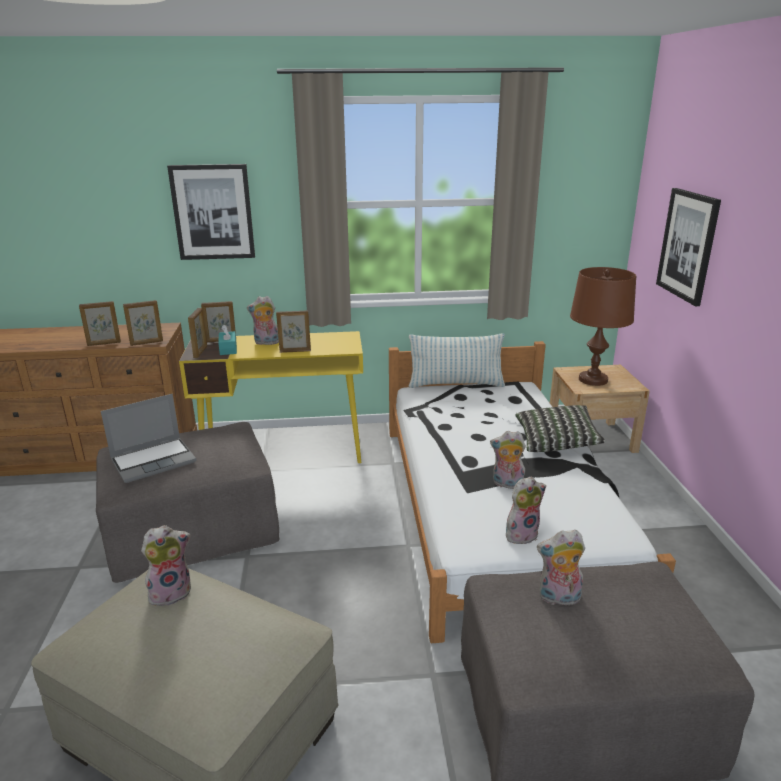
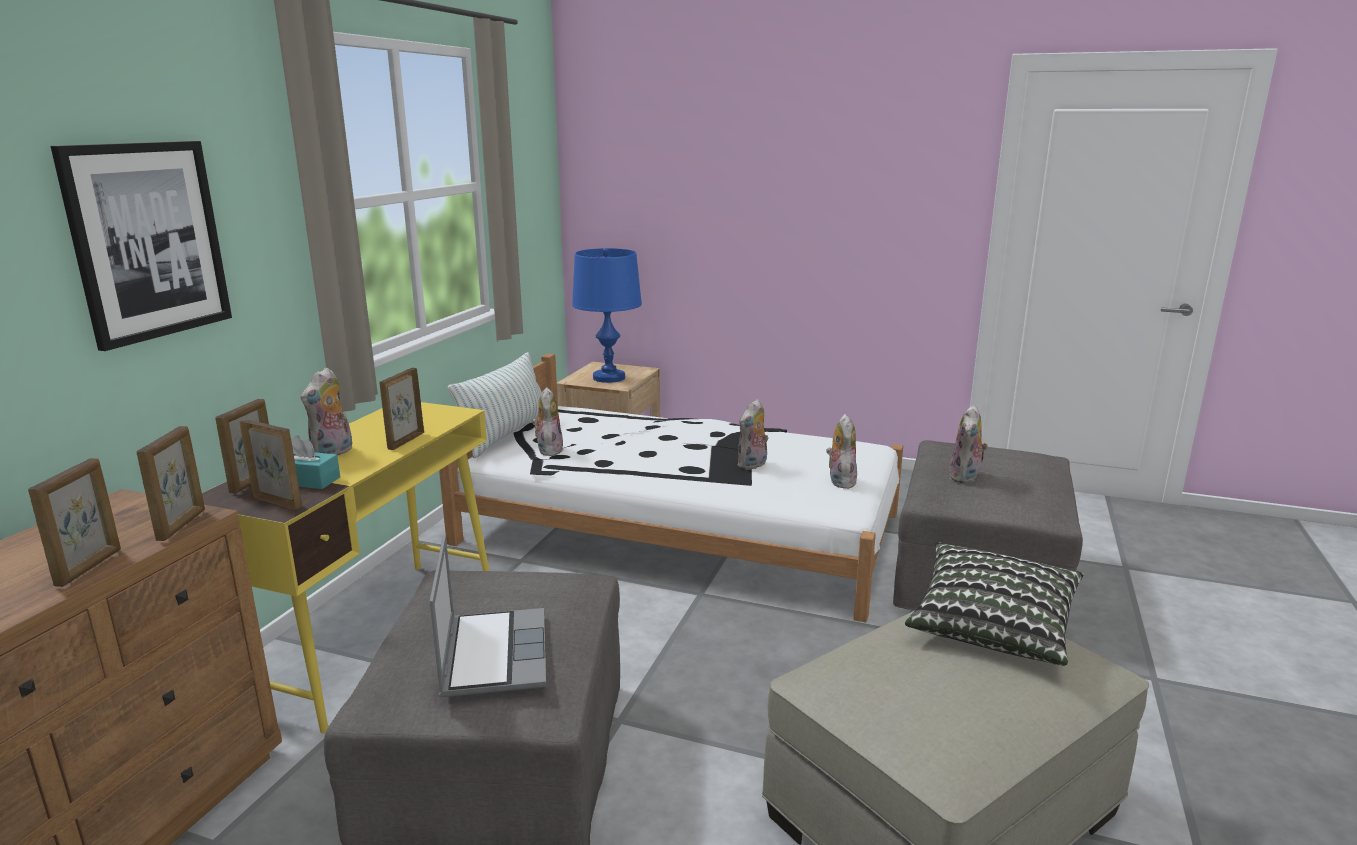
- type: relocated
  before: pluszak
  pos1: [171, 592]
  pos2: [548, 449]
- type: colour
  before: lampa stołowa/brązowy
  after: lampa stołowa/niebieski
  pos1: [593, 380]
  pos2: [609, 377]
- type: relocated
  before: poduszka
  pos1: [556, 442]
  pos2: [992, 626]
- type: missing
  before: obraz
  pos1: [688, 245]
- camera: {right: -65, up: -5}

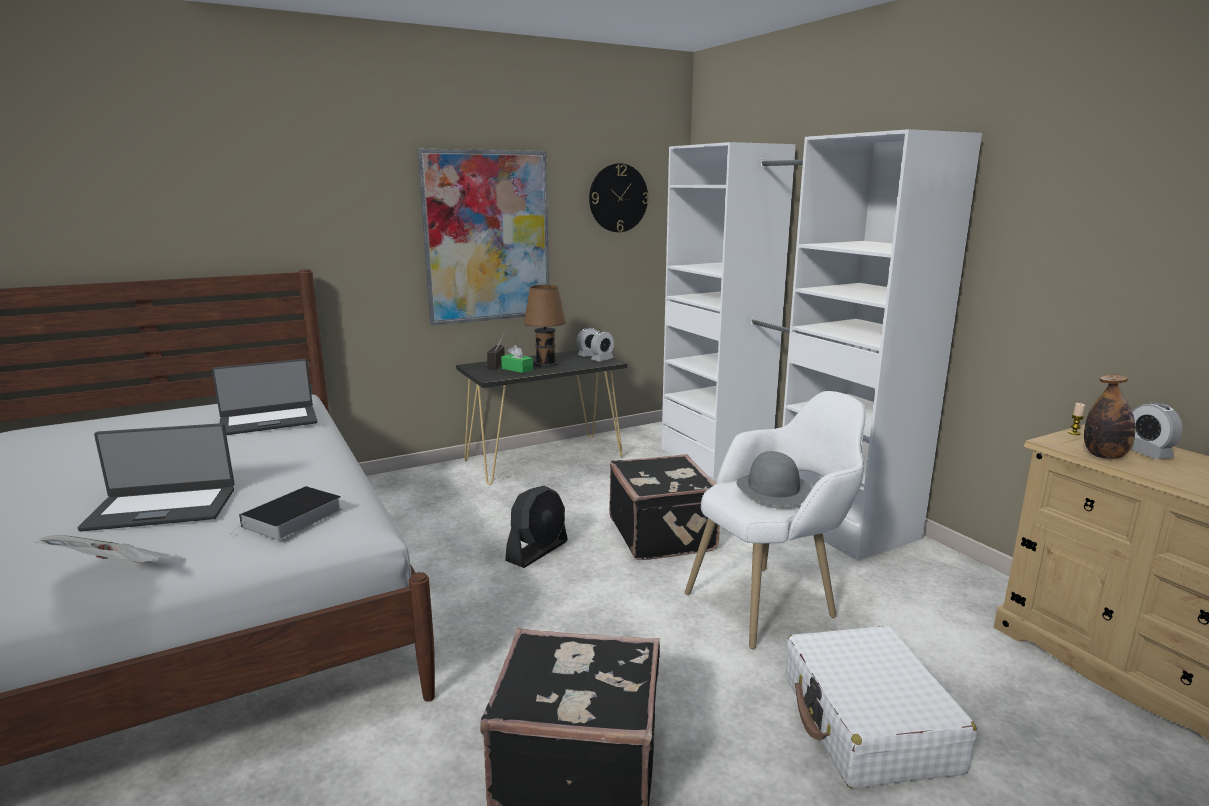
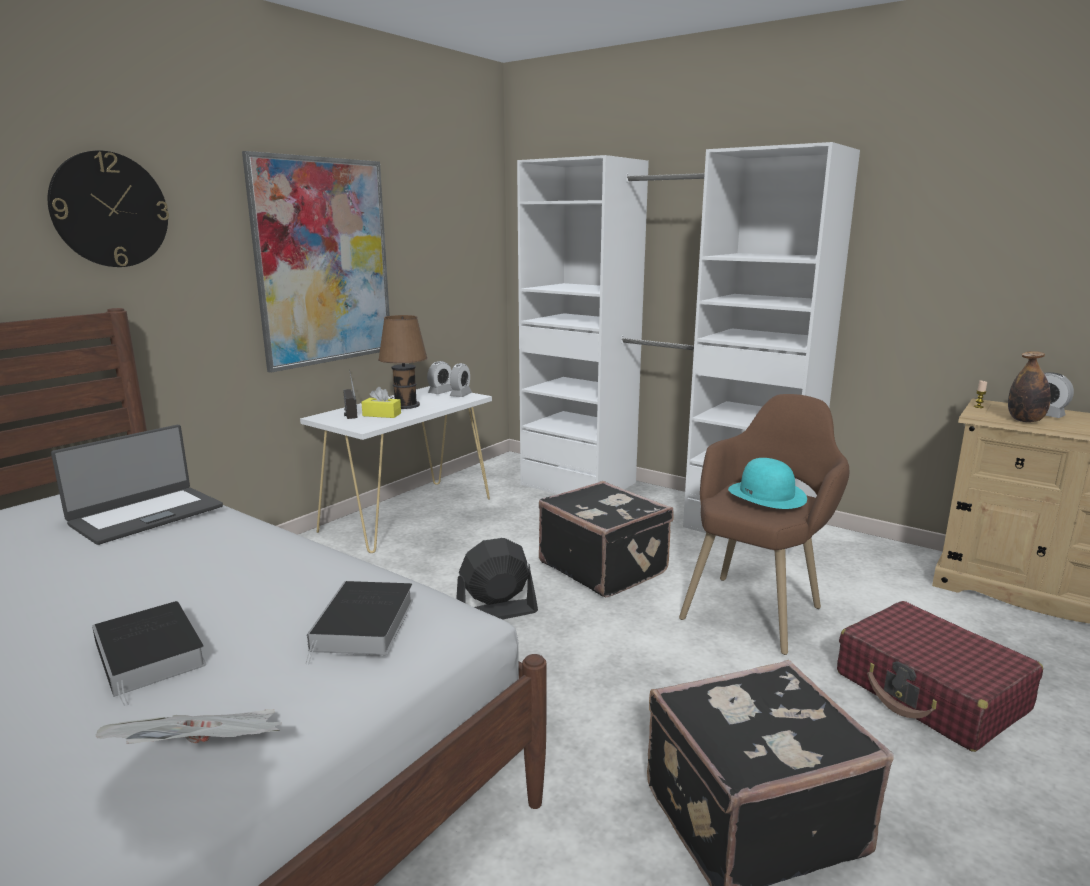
- type: relocated
  before: zegar ścienny
  pos1: [618, 198]
  pos2: [110, 210]
- type: exchanged
  before: laptop
  after: książka
  pos1: [162, 508]
  pos2: [151, 655]
- type: colour
  before: stolik konsolowy/czarny
  after: stolik konsolowy/biały
  pos1: [545, 459]
  pos2: [408, 514]
- type: colour
  before: pudełko chusteczek/zielony
  after: pudełko chusteczek/żółty
  pos1: [517, 369]
  pos2: [382, 414]
- type: spun
  before: wentylator/czarny
  pos1: [537, 551]
  pos2: [496, 612]
  turn: -120
- type: colour
  before: fotel/biały
  after: fotel/brązowy
  pos1: [773, 600]
  pos2: [757, 605]
- type: colour
  before: kapelusz/szary
  after: kapelusz/turkusowy
  pos1: [773, 489]
  pos2: [767, 494]
- type: colour
  before: walizka/biały
  after: walizka/czerwony
  pos1: [868, 723]
  pos2: [930, 692]
- camera: {right: -25, up: 0}

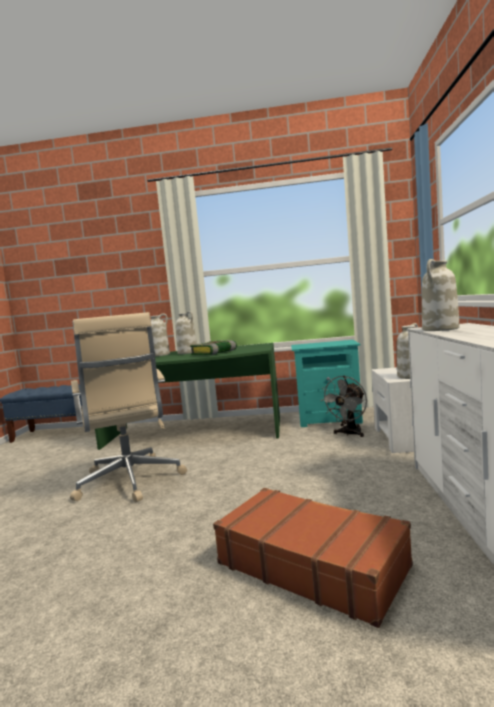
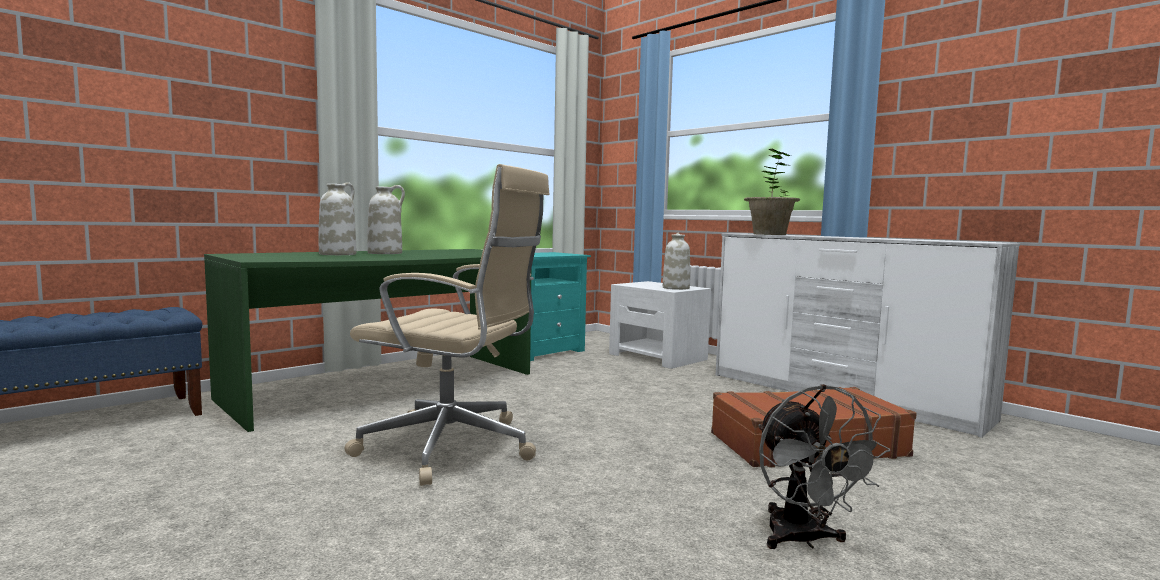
- type: exchanged
  before: wazon/biały
  after: roślina doniczkowa
  pos1: [440, 329]
  pos2: [769, 234]
- type: relocated
  before: wentylator/szary
  pos1: [349, 434]
  pos2: [803, 540]
- type: missing
  before: książka
  pos1: [214, 353]
- camera: {right: -50, up: 0}

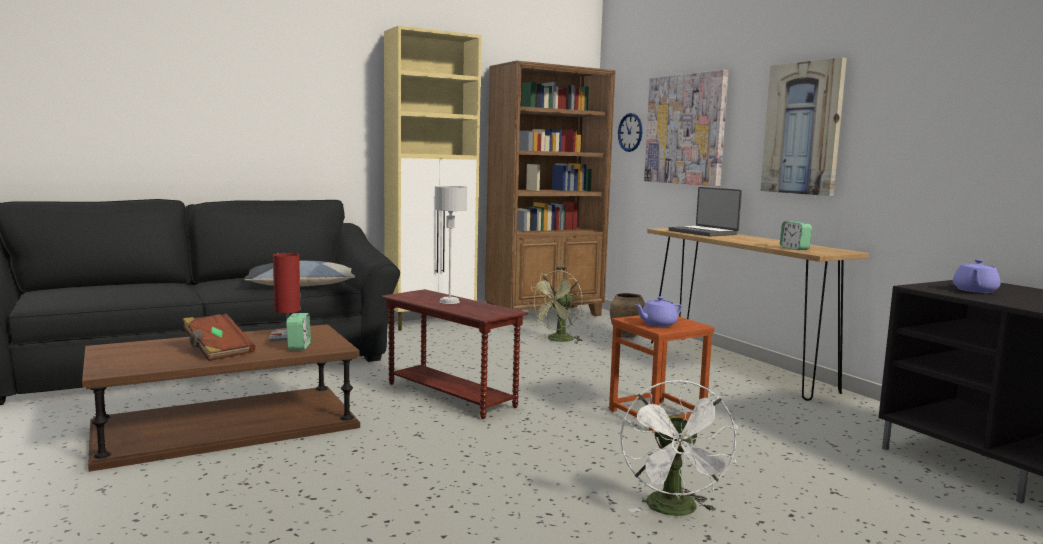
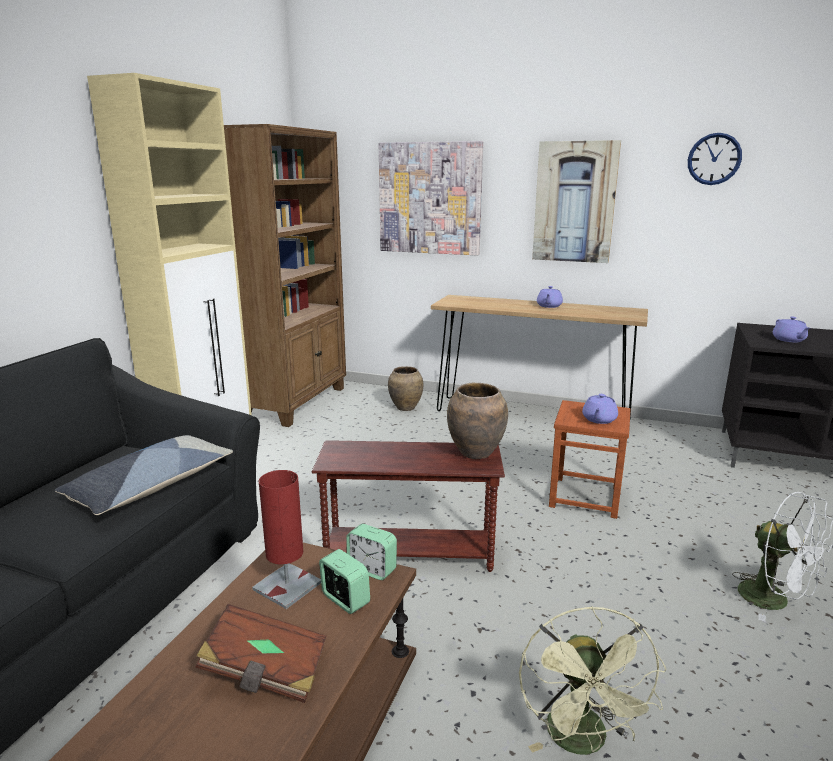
- type: relocated
  before: budzik
  pos1: [794, 248]
  pos2: [372, 569]
- type: appeared
  after: wazon/brązowy
  pos2: [476, 453]
- type: relocated
  before: wentylator/zielony
  pos1: [557, 340]
  pos2: [582, 742]
- type: appeared
  after: imbryk/fioletowy
  pos2: [549, 306]
- type: relocated
  before: zegar ścienny
  pos1: [630, 132]
  pos2: [714, 159]
- type: missing
  before: lampa stołowa/szary
  pos1: [449, 302]
- type: missing
  before: laptop
  pos1: [704, 232]
- camera: {right: -40, up: 10}

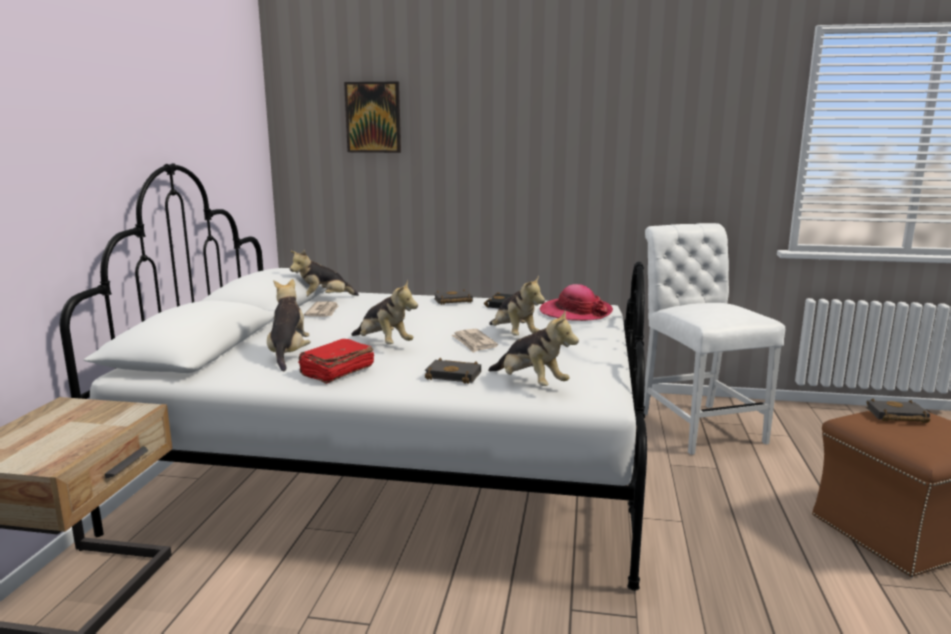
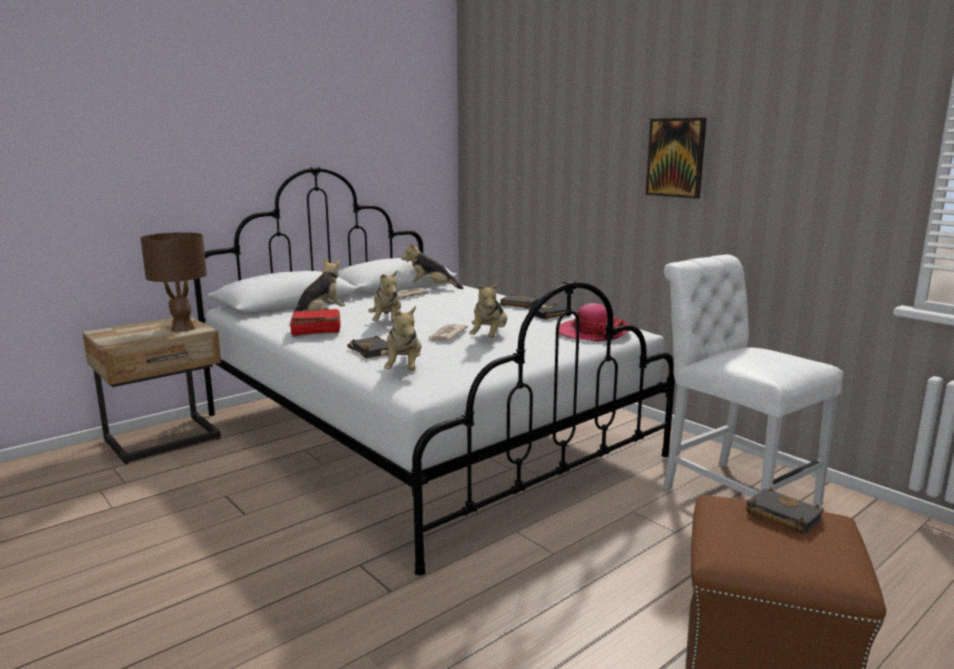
- type: appeared
  after: lampa stołowa/brązowy
  pos2: [182, 328]
- type: relocated
  before: obraz
  pos1: [373, 117]
  pos2: [676, 157]
- type: spun
  before: krzesło/biały
  pos1: [697, 425]
  pos2: [733, 492]
  turn: -60
- camera: {right: 40, up: 0}

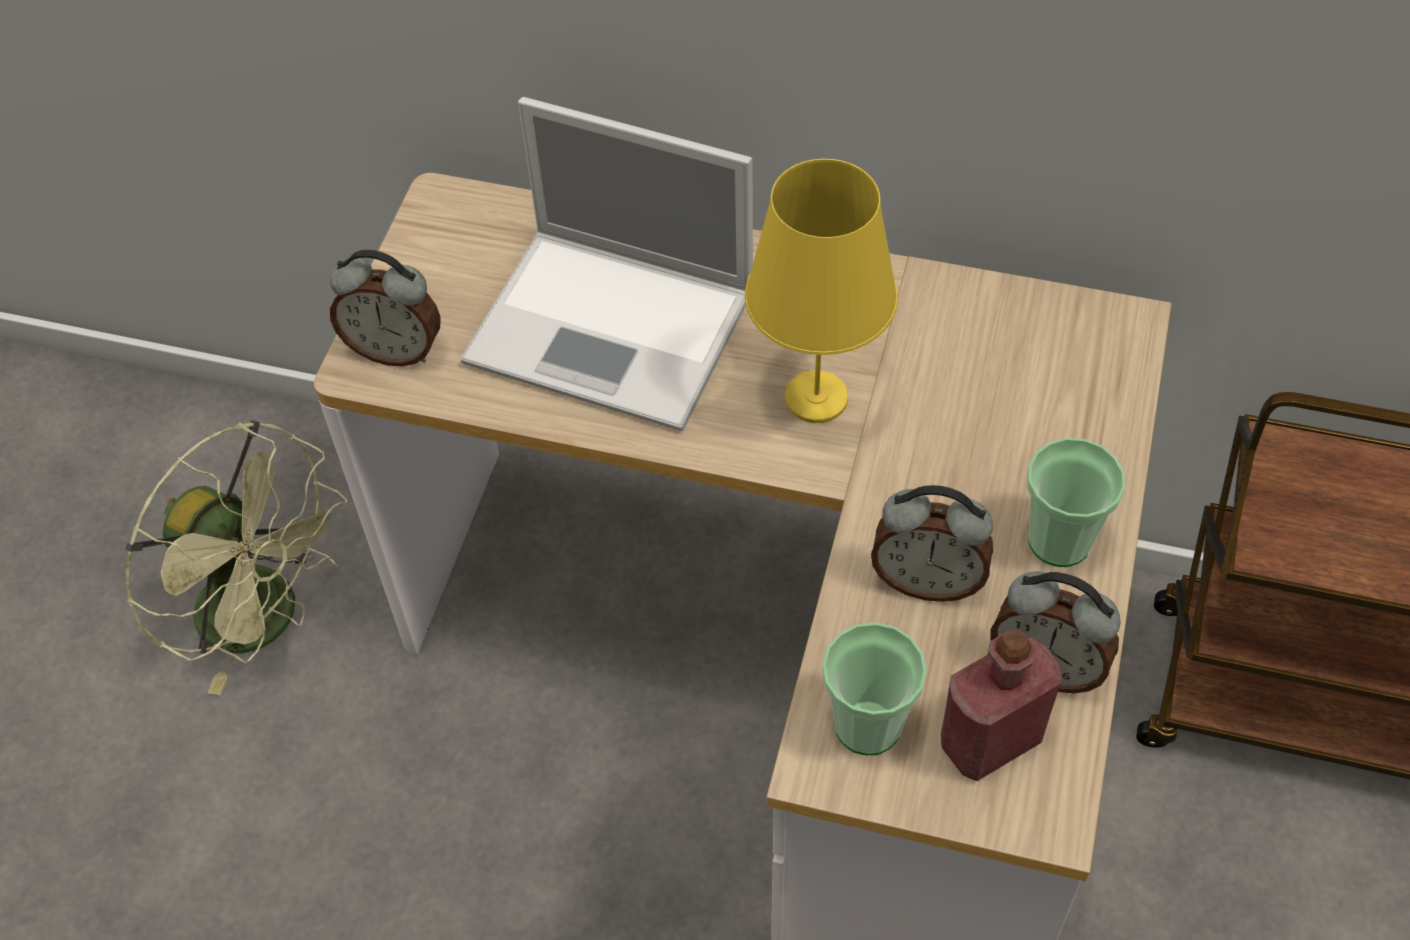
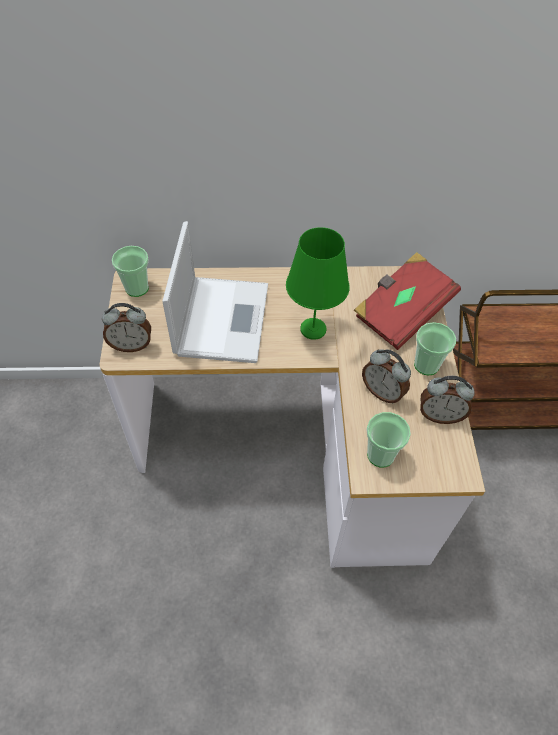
- type: appeared
  after: filiżanka
  pos2: [137, 288]
- type: spun
  before: laptop
  pos1: [615, 328]
  pos2: [222, 317]
  turn: -90
- type: colour
  before: lampa stołowa/żółty
  after: lampa stołowa/zielony
  pos1: [816, 397]
  pos2: [313, 328]
- type: appeared
  after: książka/czerwony
  pos2: [401, 312]
- type: spun
  before: budzik
  pos1: [927, 580]
  pos2: [382, 392]
  turn: 45
- type: missing
  before: wentylator/zielony
  pos1: [267, 618]
- type: missing
  before: butelka/czerwony
  pos1: [990, 741]
- camera: {right: -20, up: 0}

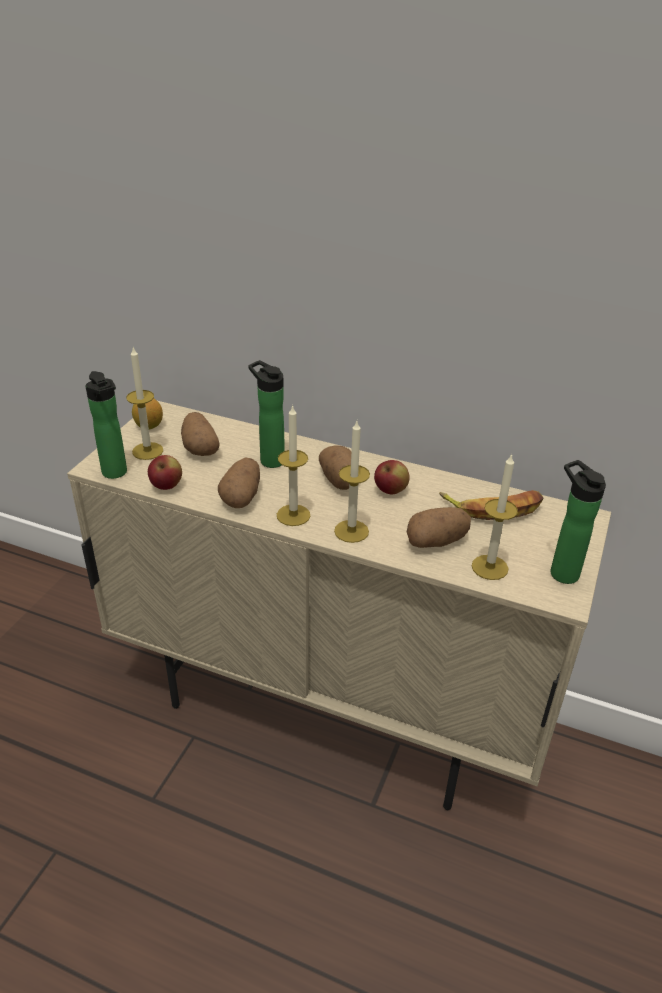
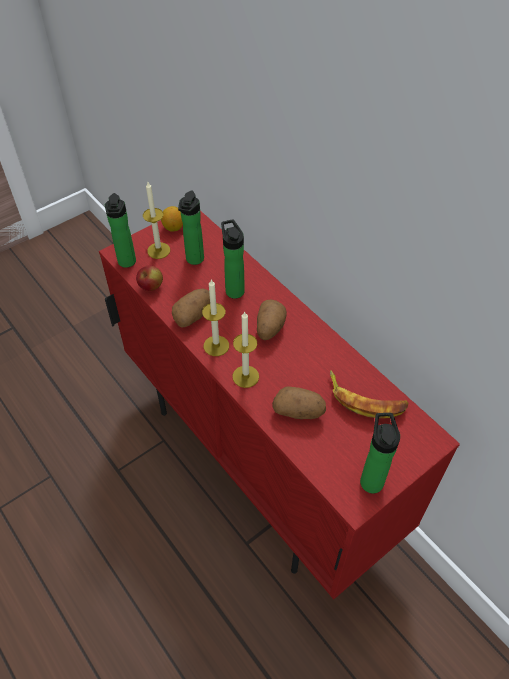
- type: colour
  before: szafka/beżowy
  after: szafka/czerwony
  pos1: [328, 710]
  pos2: [258, 463]
- type: exchanged
  before: ziemniak
  after: butelka
  pos1: [200, 448]
  pos2: [194, 260]
- type: missing
  before: jabłko
  pos1: [390, 491]
- type: missing
  before: świeca
  pos1: [489, 567]
- camera: {right: 30, up: 15}

